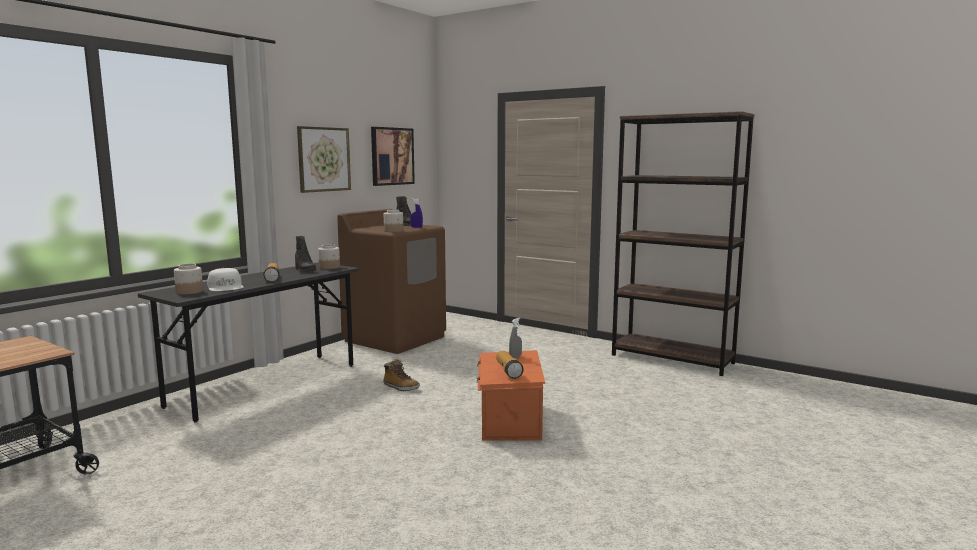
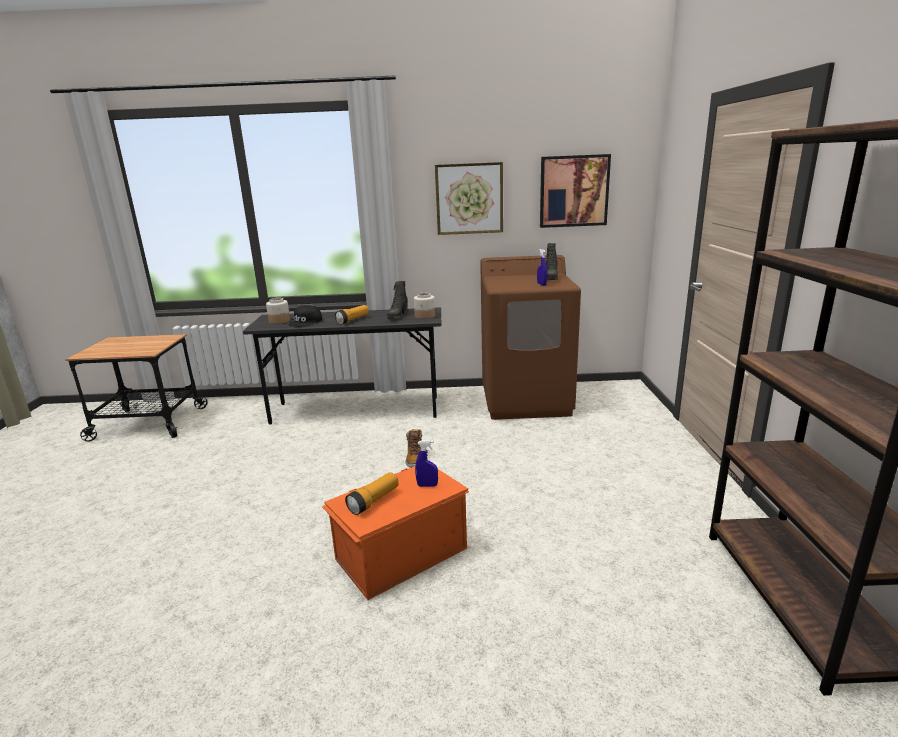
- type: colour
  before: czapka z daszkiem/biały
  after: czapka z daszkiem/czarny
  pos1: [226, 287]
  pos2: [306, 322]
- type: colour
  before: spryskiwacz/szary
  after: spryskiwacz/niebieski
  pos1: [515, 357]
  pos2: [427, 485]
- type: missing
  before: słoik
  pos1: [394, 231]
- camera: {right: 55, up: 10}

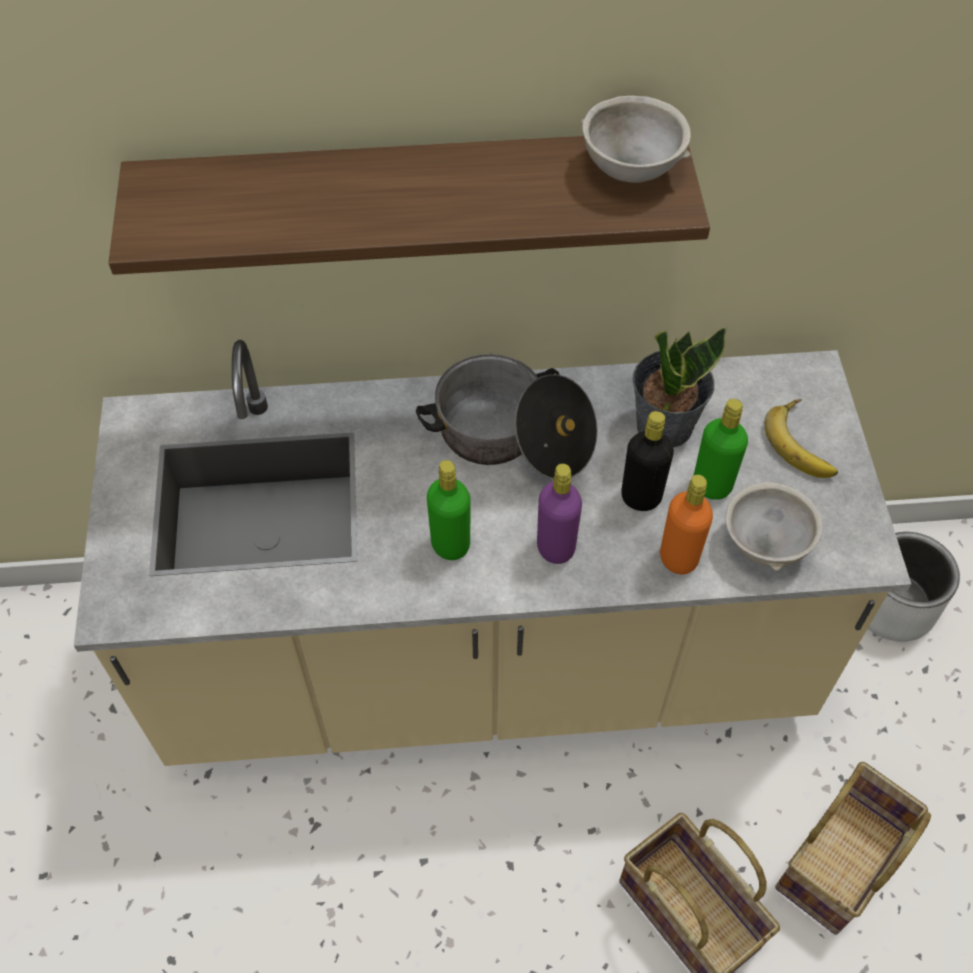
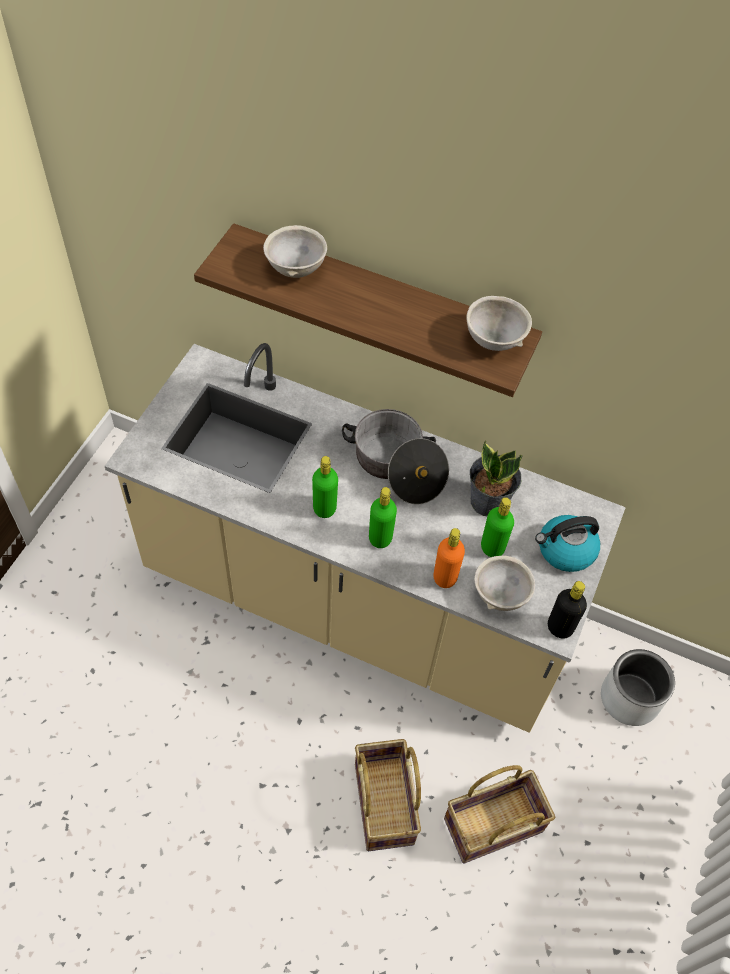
- type: appeared
  after: miska/szary
  pos2: [294, 269]
- type: colour
  before: butelka/fioletowy
  after: butelka/zielony
  pos1: [556, 548]
  pos2: [380, 538]
- type: exchanged
  before: banan
  after: czajnik
  pos1: [804, 443]
  pos2: [565, 550]
- type: relocated
  before: butelka/czarny
  pos1: [641, 497]
  pos2: [560, 627]
- camera: {right: 25, up: 0}

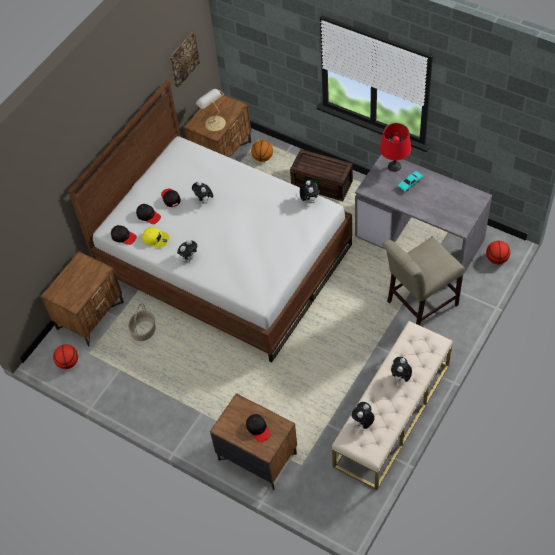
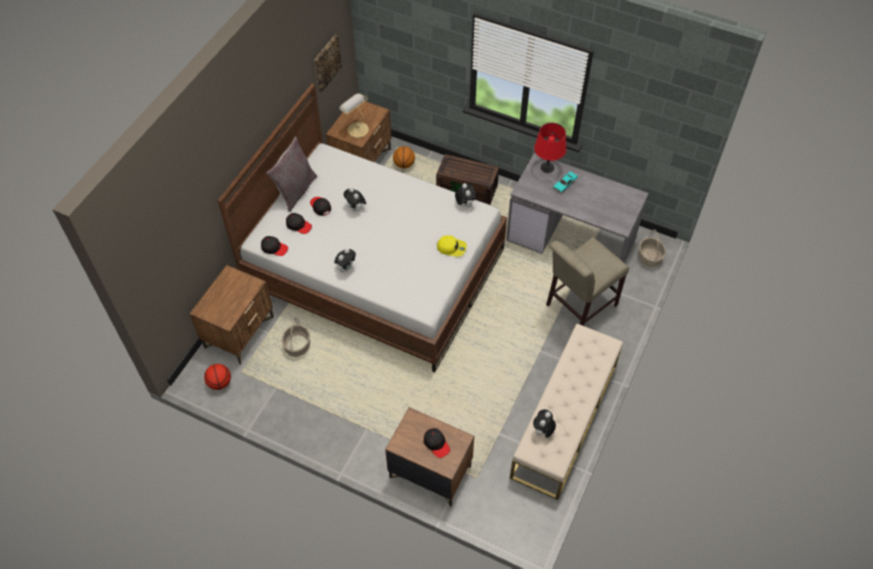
- type: appeared
  after: poduszka/szary
  pos2: [295, 191]
- type: relocated
  before: czapka z daszkiem/żółty
  pos1: [156, 239]
  pos2: [451, 247]
- type: exchanged
  before: piłka do koszykówki
  after: koszyk
  pos1: [497, 259]
  pos2: [650, 258]
- type: missing
  before: pluszak
  pos1: [400, 377]
- camera: {right: -10, up: 0}

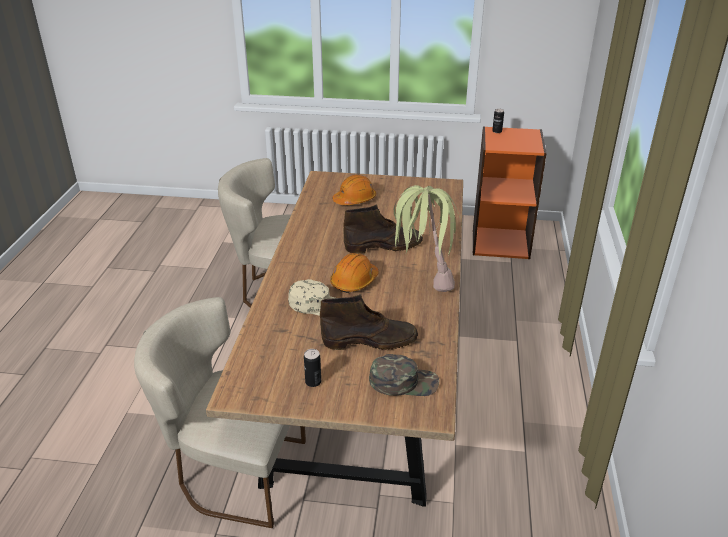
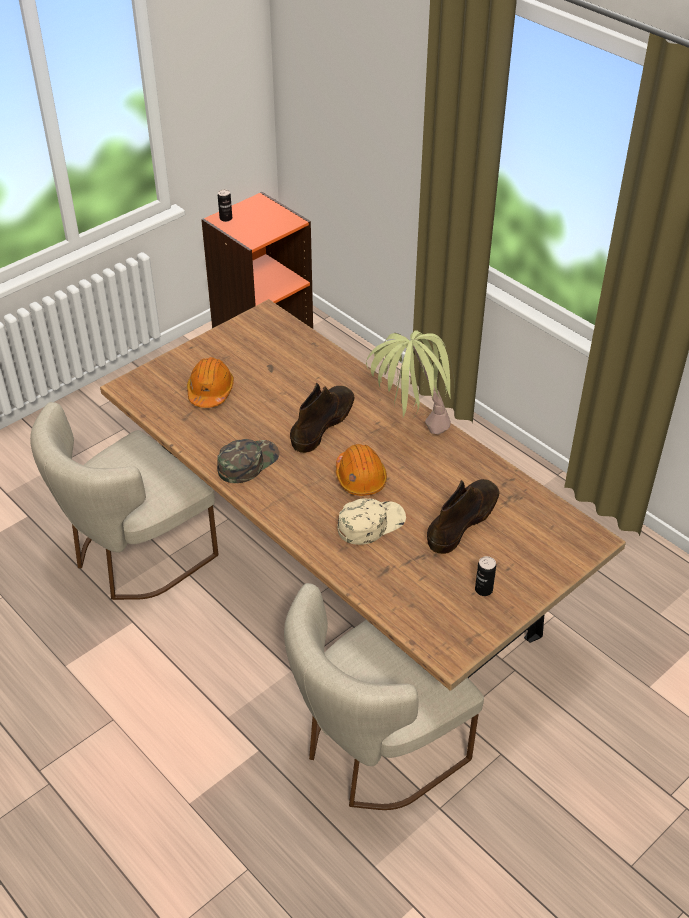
- type: relocated
  before: czapka z daszkiem/zielony
  pos1: [404, 381]
  pos2: [247, 462]
- camera: {right: -50, up: 10}

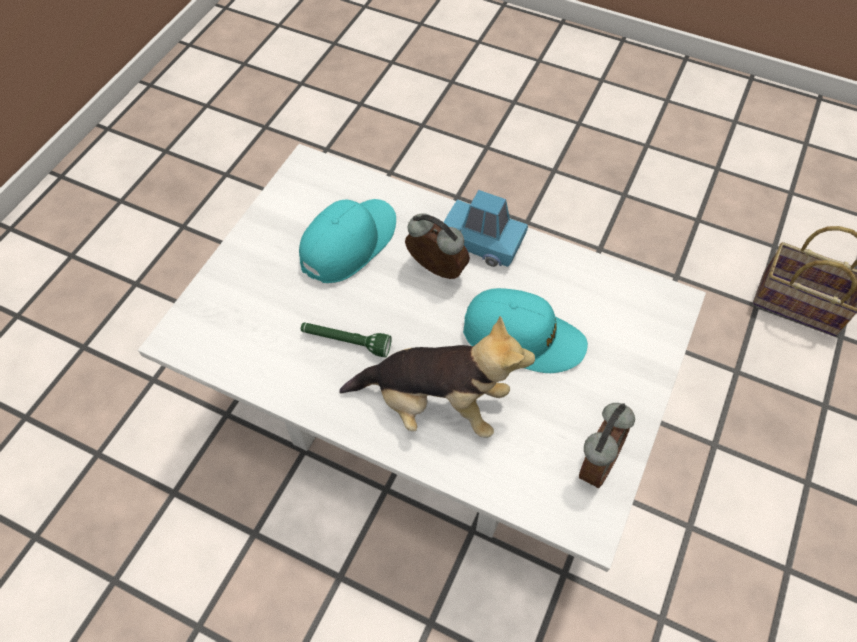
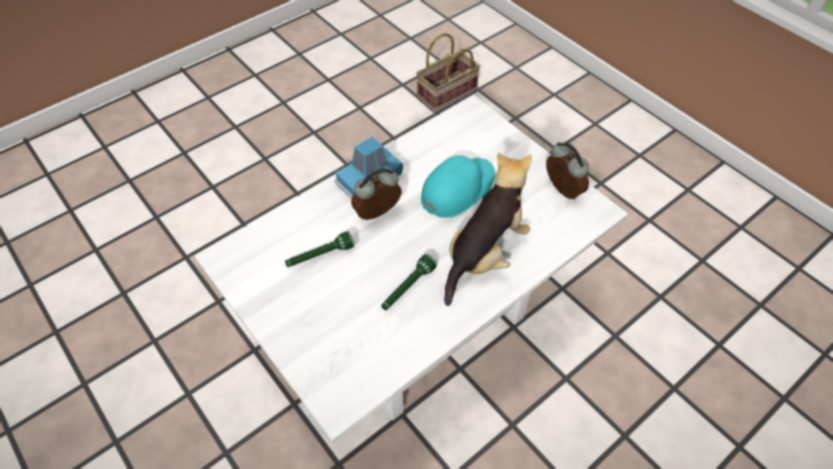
- type: exchanged
  before: czapka z daszkiem/turkusowy
  after: latarka/zielony
  pos1: [348, 243]
  pos2: [320, 256]
- camera: {right: -65, up: -5}

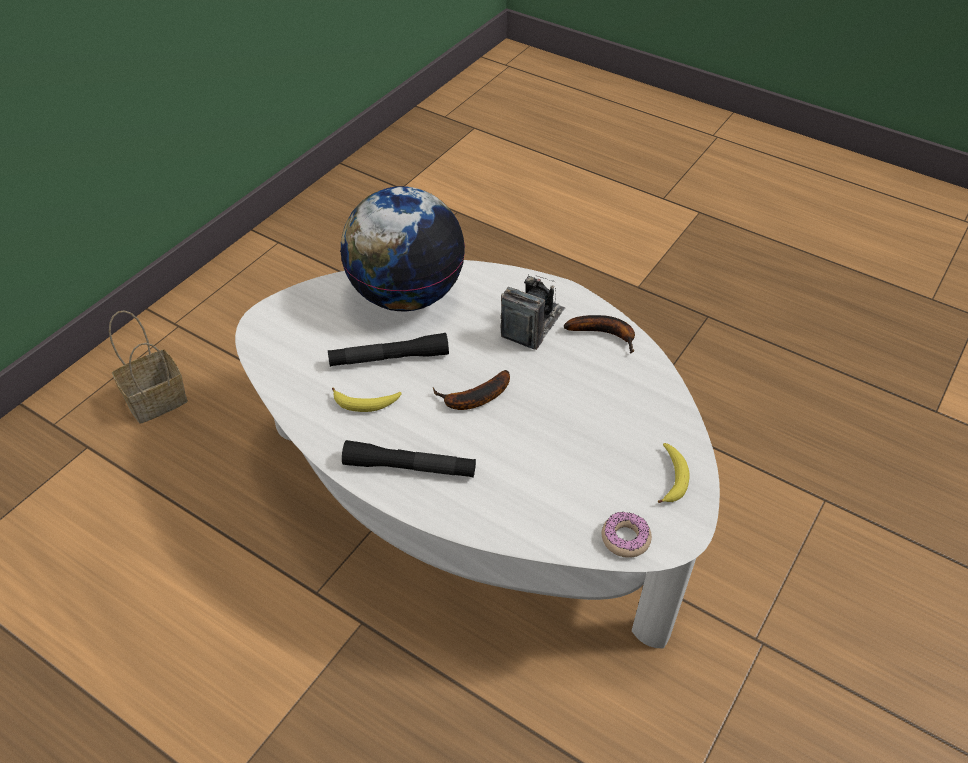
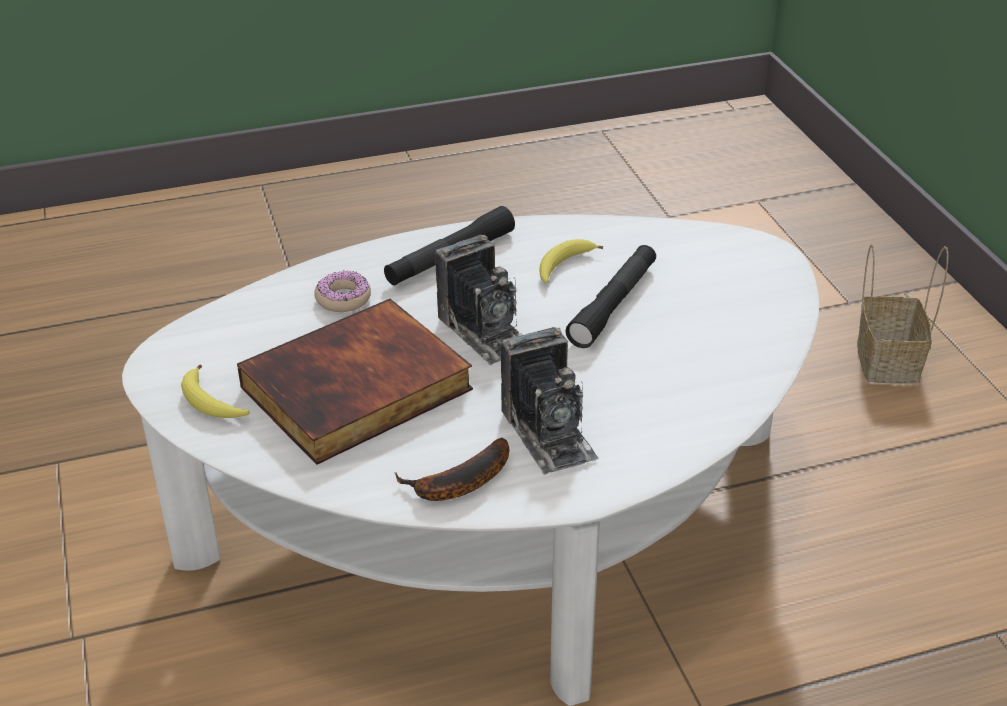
- type: appeared
  after: książka
  pos2: [357, 391]
- type: relocated
  before: donut
  pos1: [625, 538]
  pos2: [343, 299]
- type: exchanged
  before: banan
  after: aparat fotograficzny
  pos1: [473, 399]
  pos2: [485, 331]
- type: missing
  before: globus
  pos1: [405, 295]
- camera: {right: 130, up: -10}

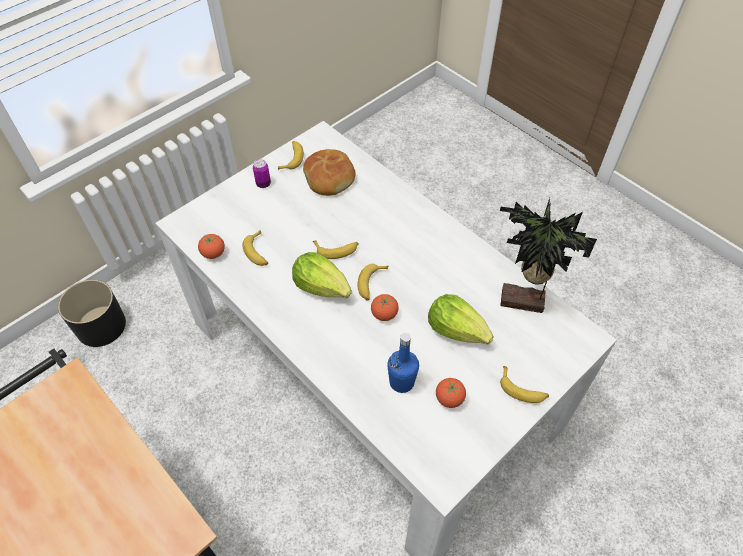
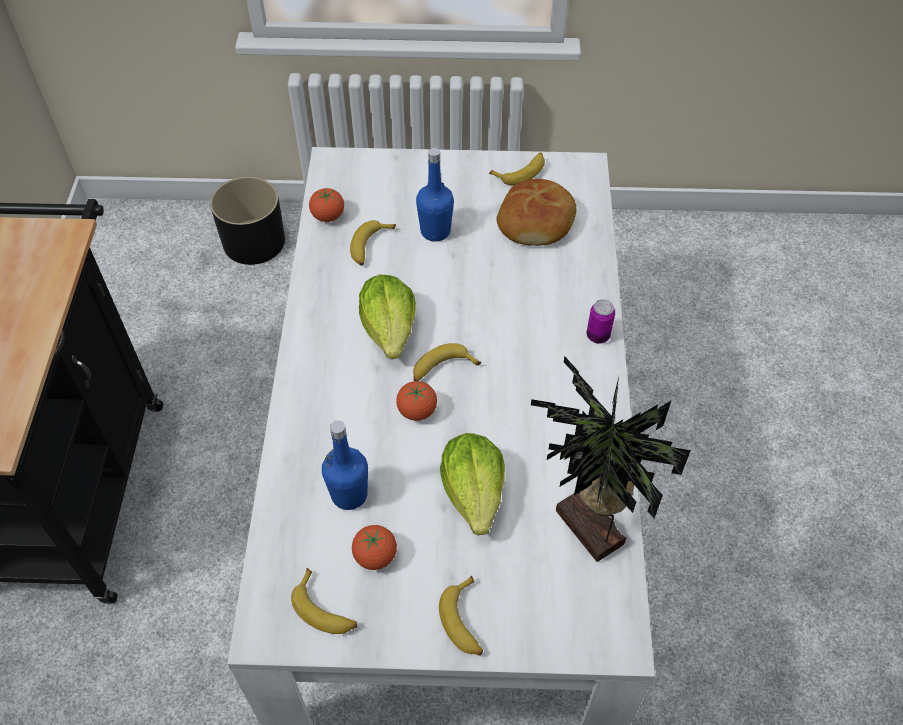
- type: relocated
  before: banan
  pos1: [336, 250]
  pos2: [325, 609]
- type: appeared
  after: butelka/niebieski
  pos2: [435, 231]
- type: relocated
  before: puszka
  pos1: [263, 184]
  pos2: [598, 336]
- camera: {right: 45, up: 0}

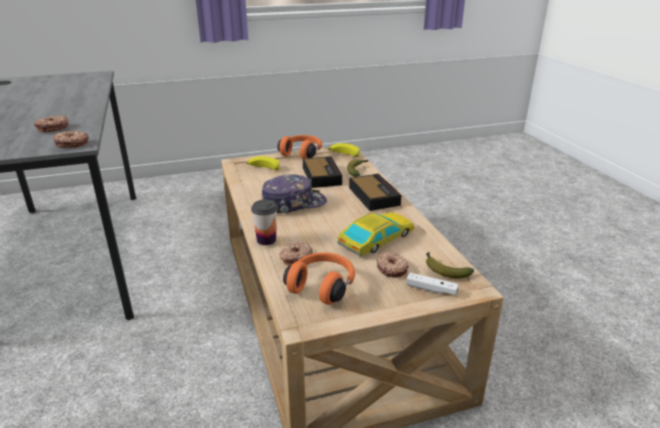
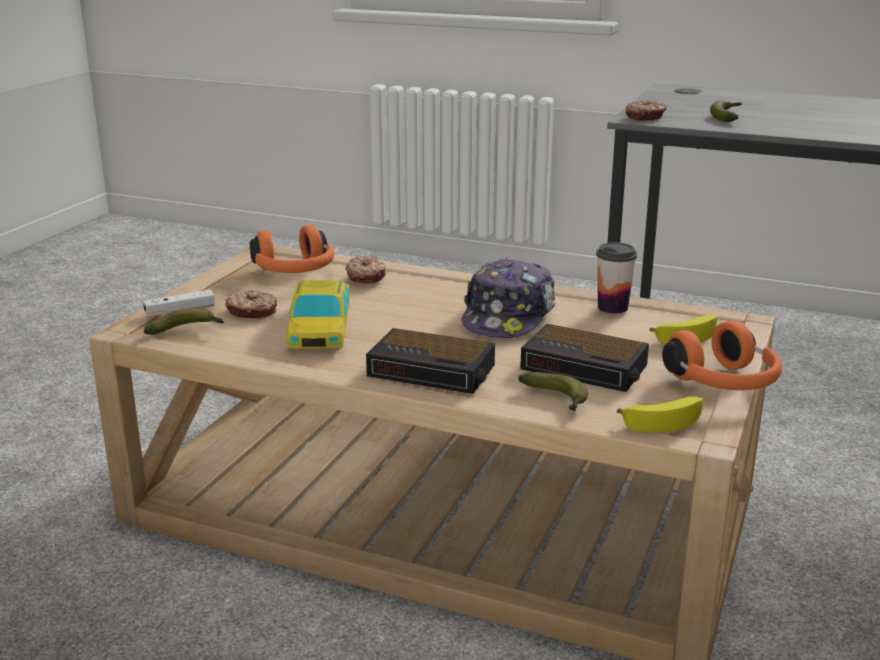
- type: relocated
  before: filiżanka
  pos1: [266, 240]
  pos2: [612, 307]
- type: exchanged
  before: donut
  after: banan
  pos1: [53, 128]
  pos2: [727, 117]
- camera: {right: 130, up: -5}

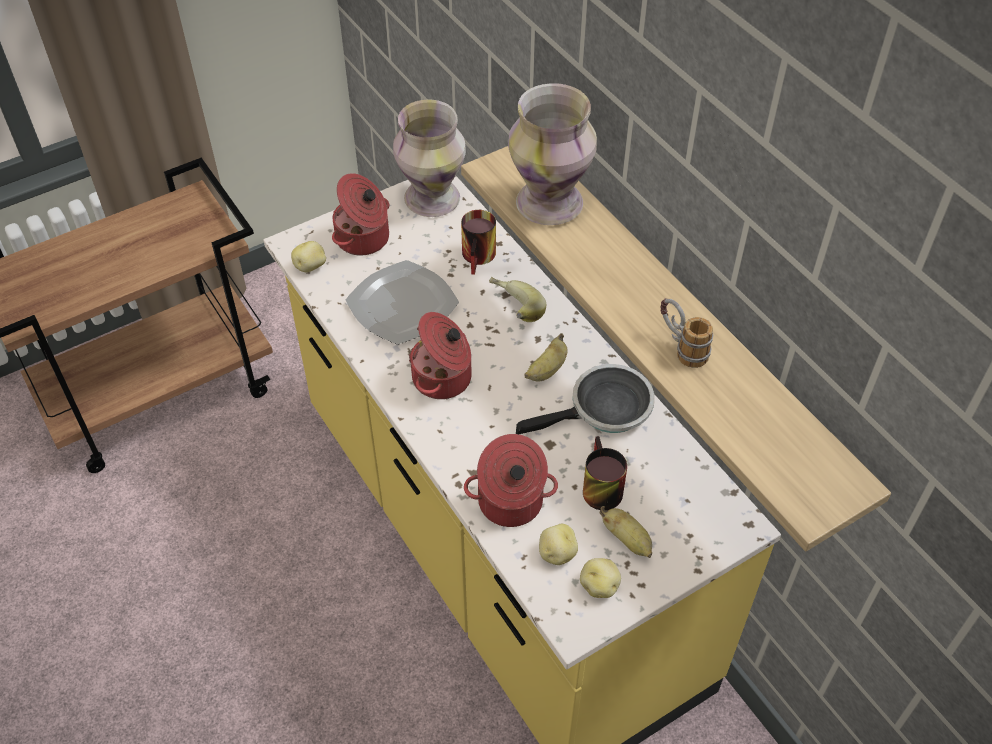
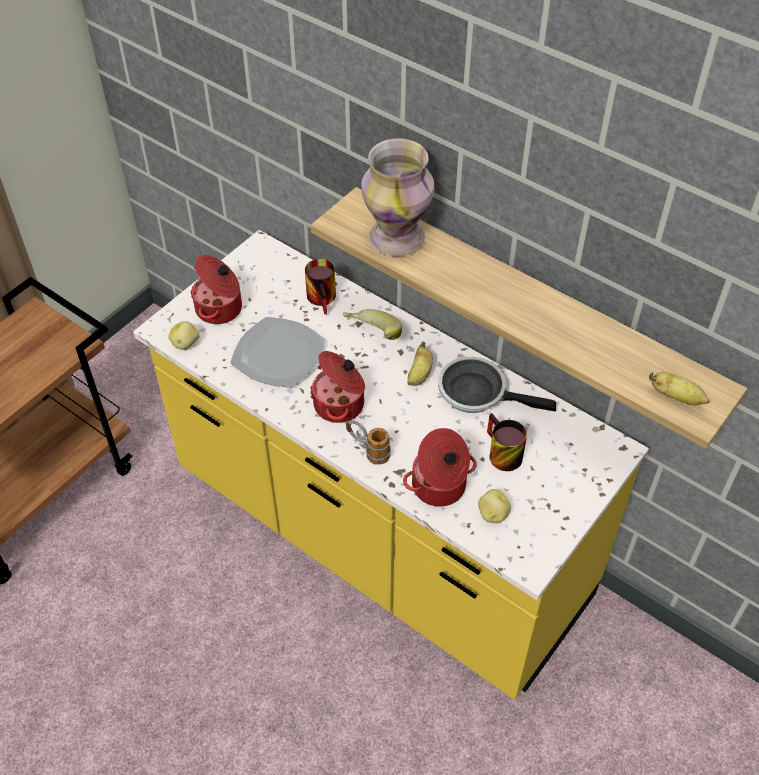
- type: relocated
  before: kubek
  pos1: [681, 347]
  pos2: [368, 451]
- type: spun
  before: patelnia
  pos1: [604, 410]
  pos2: [478, 393]
  turn: -120
- type: relocated
  before: banan
  pos1: [627, 540]
  pos2: [676, 397]
- type: missing
  before: wazon
  pos1: [433, 200]
- type: missing
  before: ziemniak
  pos1: [599, 585]
- camera: {right: -20, up: 0}

